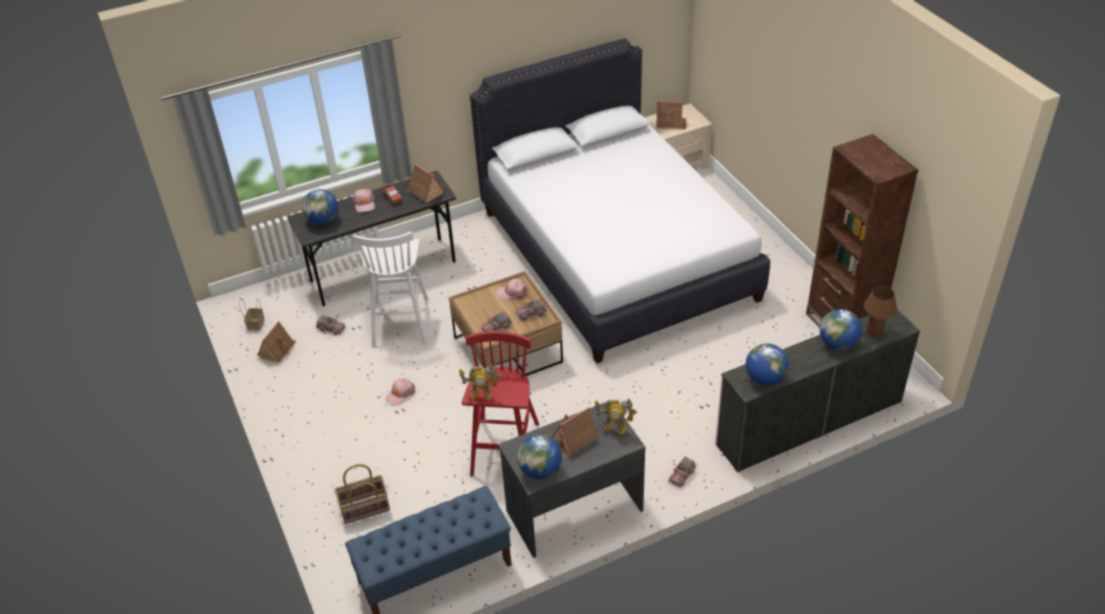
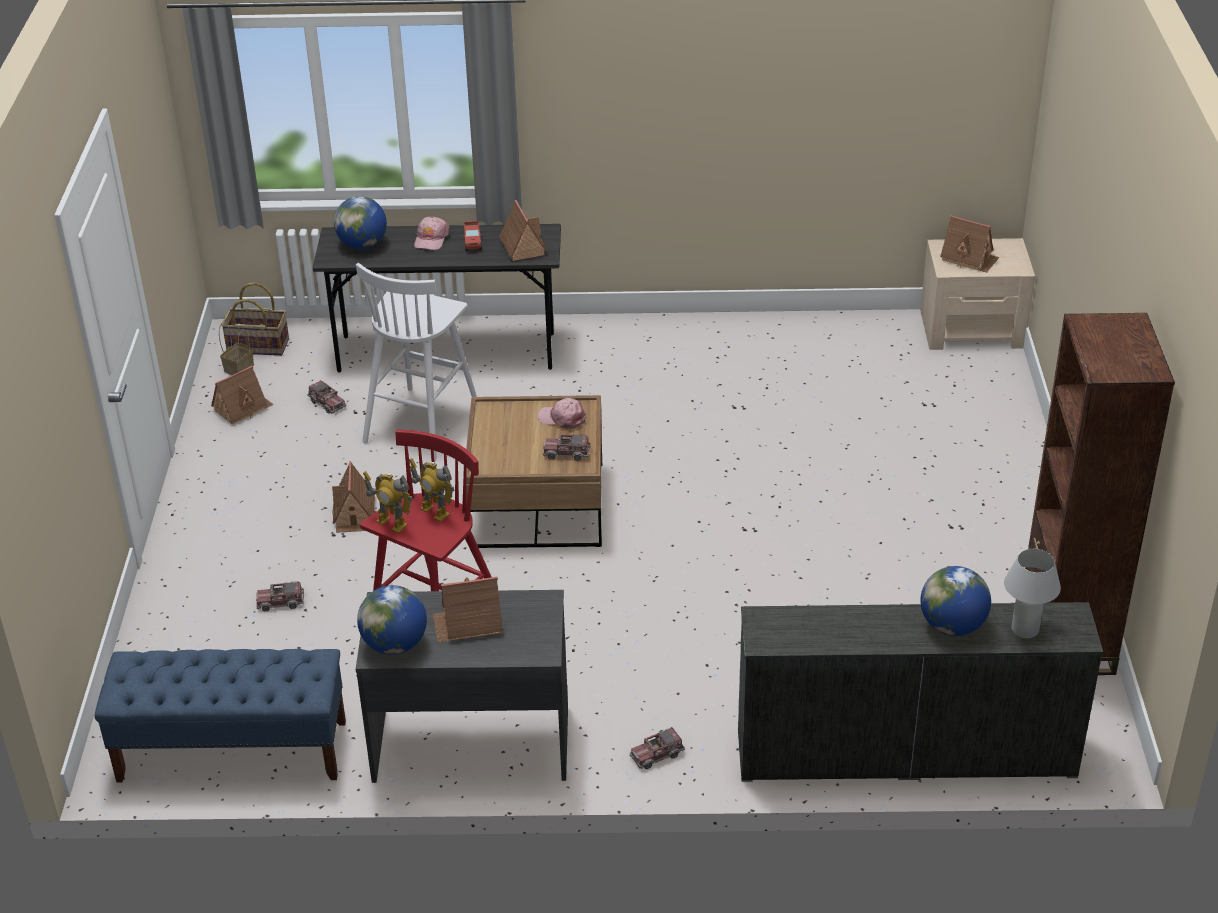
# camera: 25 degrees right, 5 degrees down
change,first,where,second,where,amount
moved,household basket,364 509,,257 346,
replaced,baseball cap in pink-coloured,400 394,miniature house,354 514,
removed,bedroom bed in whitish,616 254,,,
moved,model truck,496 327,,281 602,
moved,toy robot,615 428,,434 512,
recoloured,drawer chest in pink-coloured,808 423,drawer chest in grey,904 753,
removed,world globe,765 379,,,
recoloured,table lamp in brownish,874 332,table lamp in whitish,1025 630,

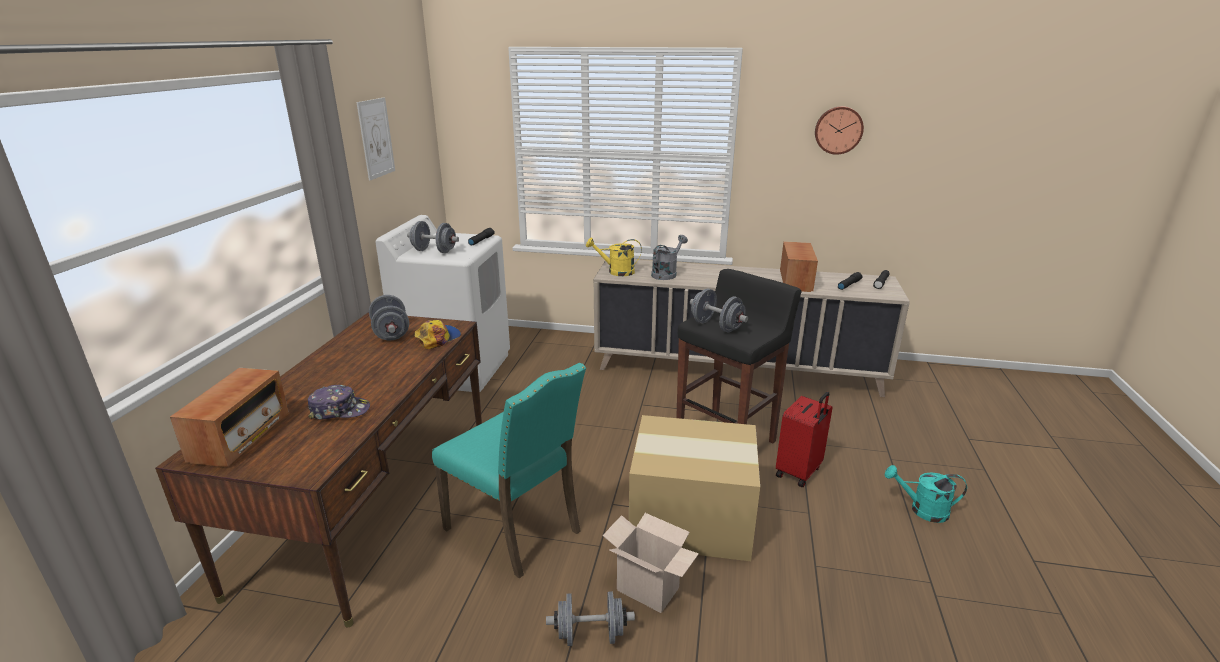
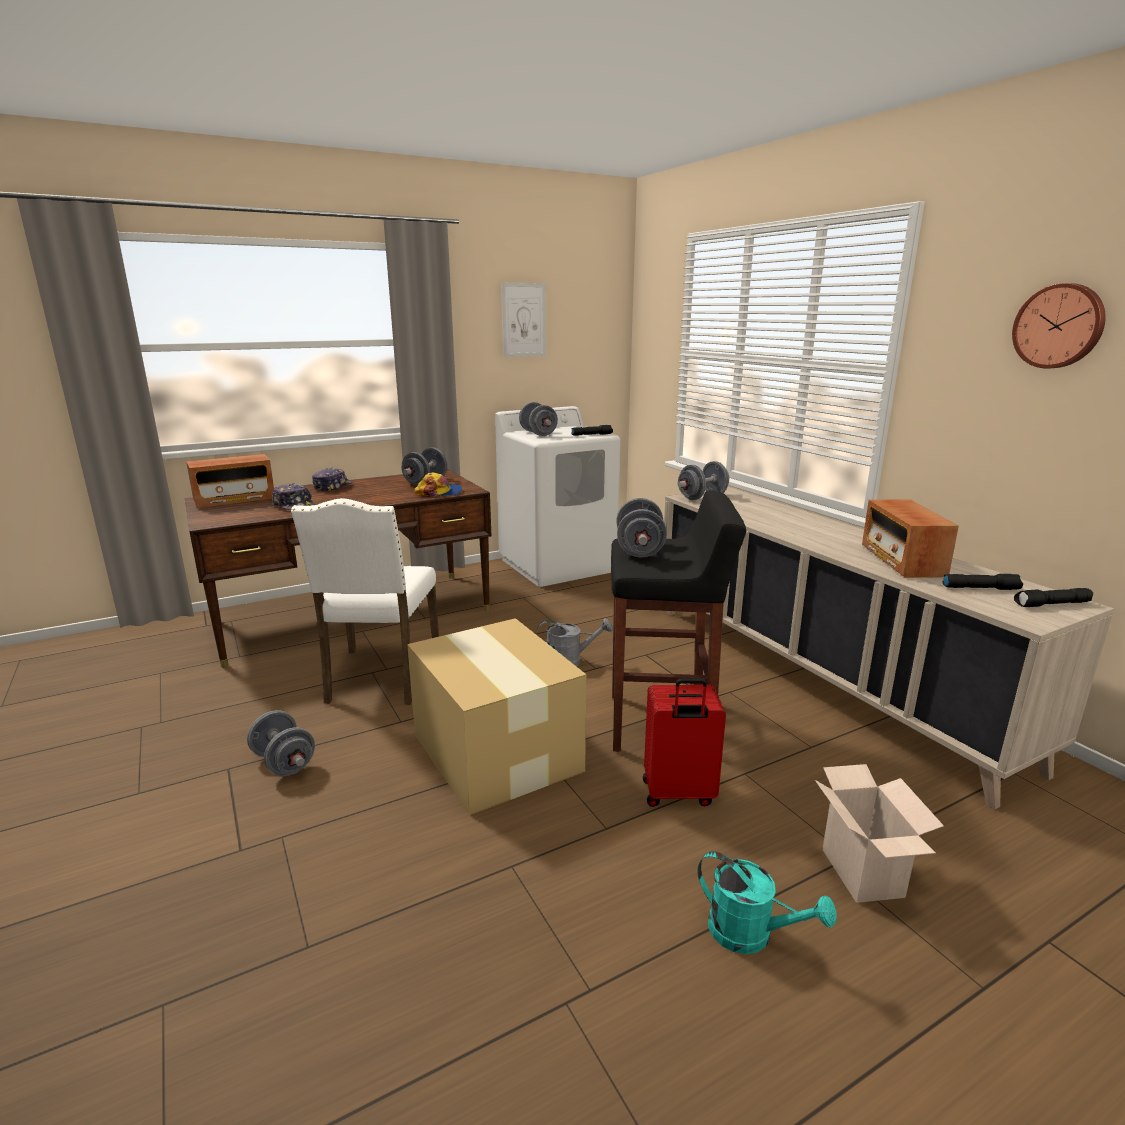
# camera: 50 degrees right, 5 degrees down
change,first,where,second,where,amount
recoloured,plain chair in turquoise-coloured,516 529,plain chair in whitish,381 677,
replaced,watering pot in yellow,616 272,dumbbell in grey,702 497,
moved,cardboard box,650 589,,865 874,
moved,watering pot in grey,666 274,,570 661,
turned,radio receiver,796 281,,901 561,120 degrees clockwise
turned,watering pot in turquoise-coloured,922 510,,751 934,150 degrees clockwise
added,,,baseball cap,332 487,

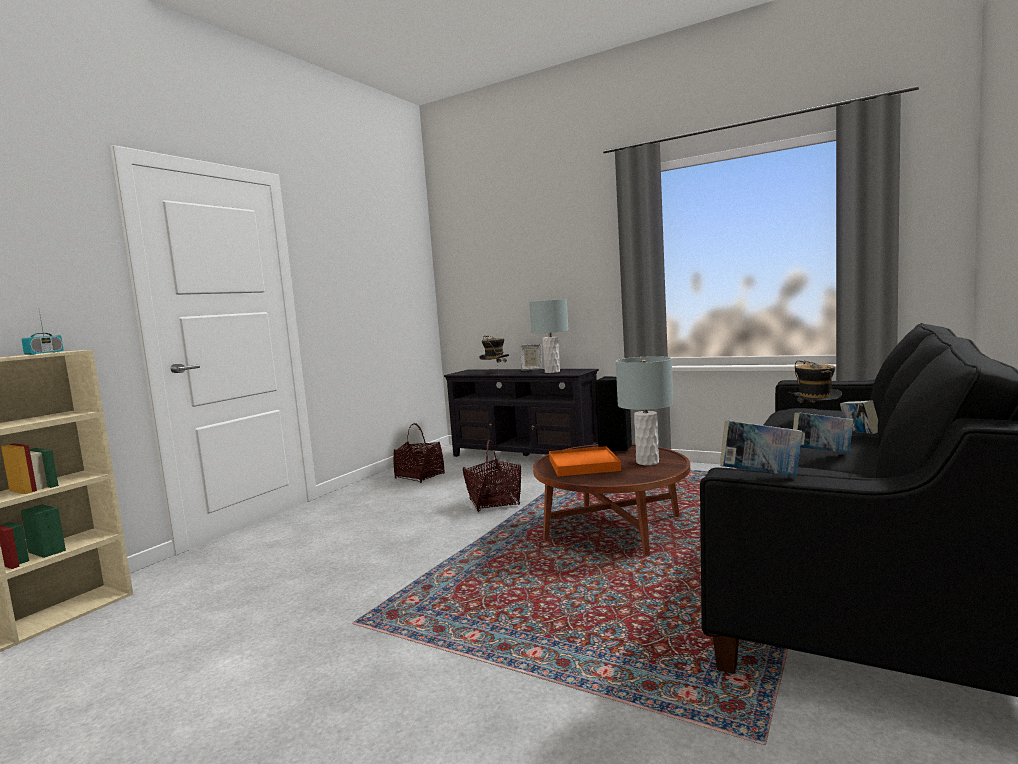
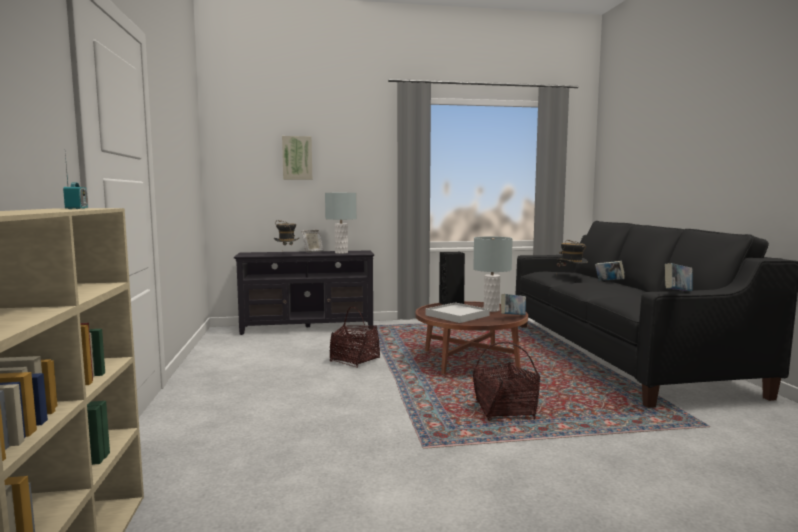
# camera: 40 degrees left, 0 degrees up
change,first,where,second,where,amount
moved,household basket,420 476,,505 411,
recoloured,tray in orange,583 465,tray in whitish,457 315,
moved,book,822 454,,513 316,
added,,,picture,297 158,

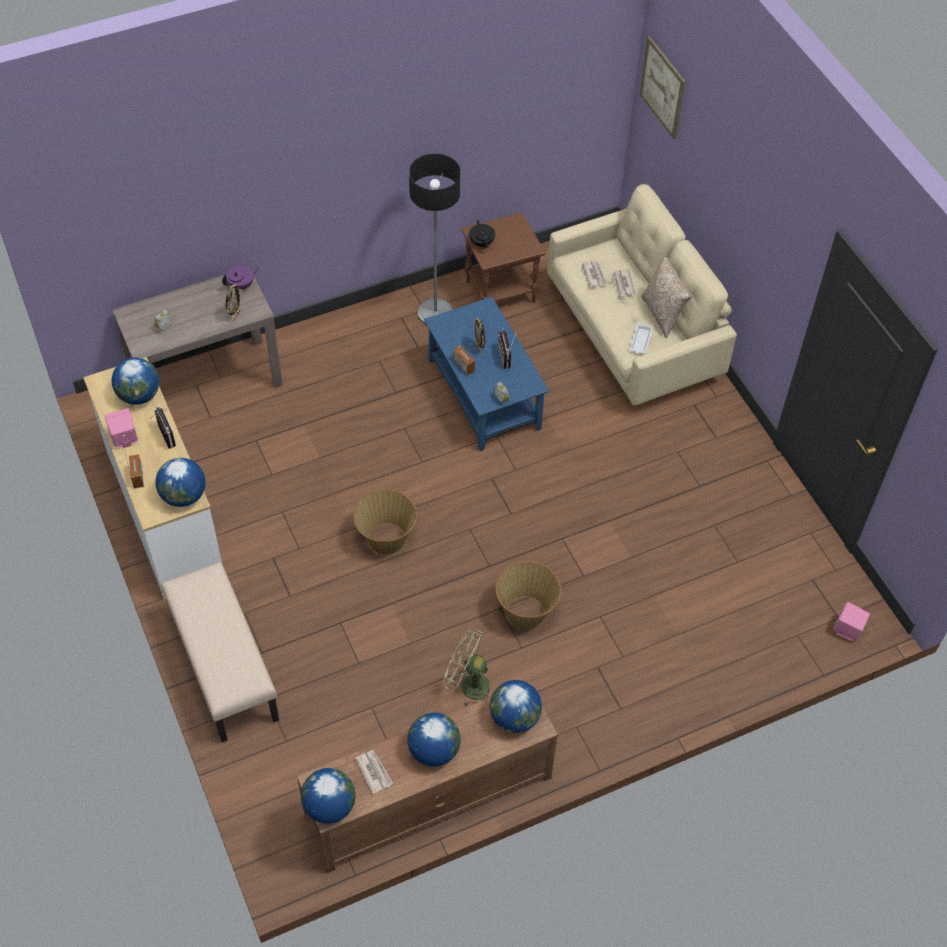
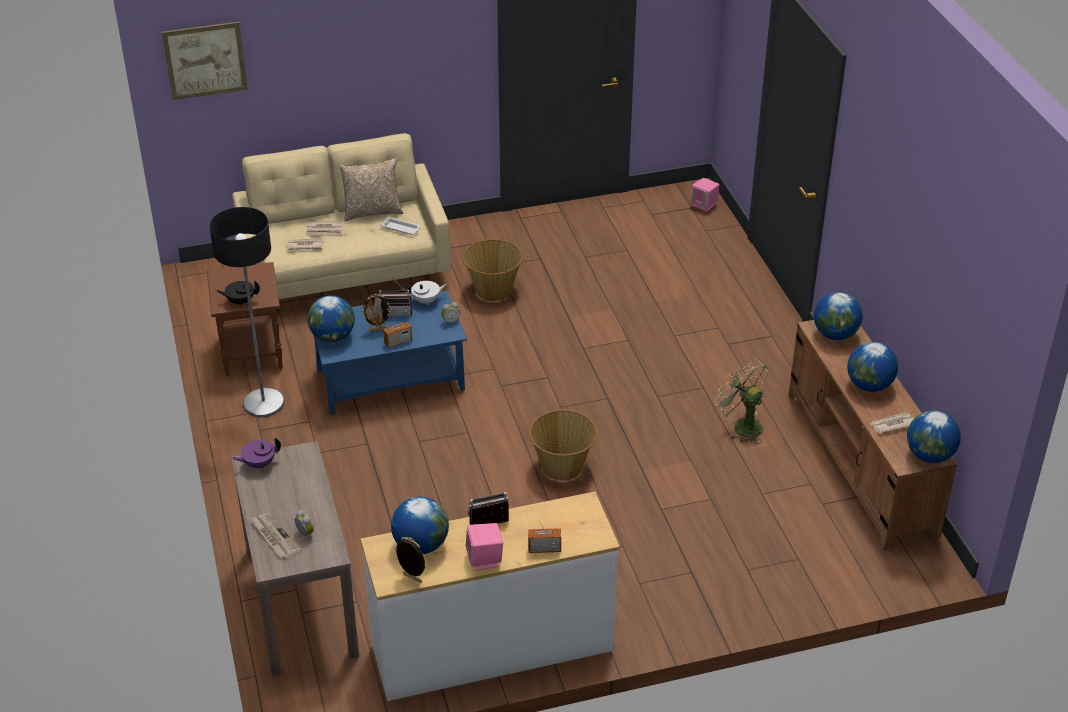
# camera: 80 degrees left, 15 degrees down
change,first,where,second,where,amount
moved,world globe,183 496,,333 337,
removed,bench in beige,223 667,,,
turned,tea pot in purple-coloured,242 285,,259 464,90 degrees counterclockwise
moved,photo frame,235 316,,412 579,
turned,cooling fan in green-coloured,468 685,,742 425,105 degrees clockwise
moved,household basket,526 612,,493 290,
added,,,newspaper,274 537,
added,,,tea pot in whitish,426 301,

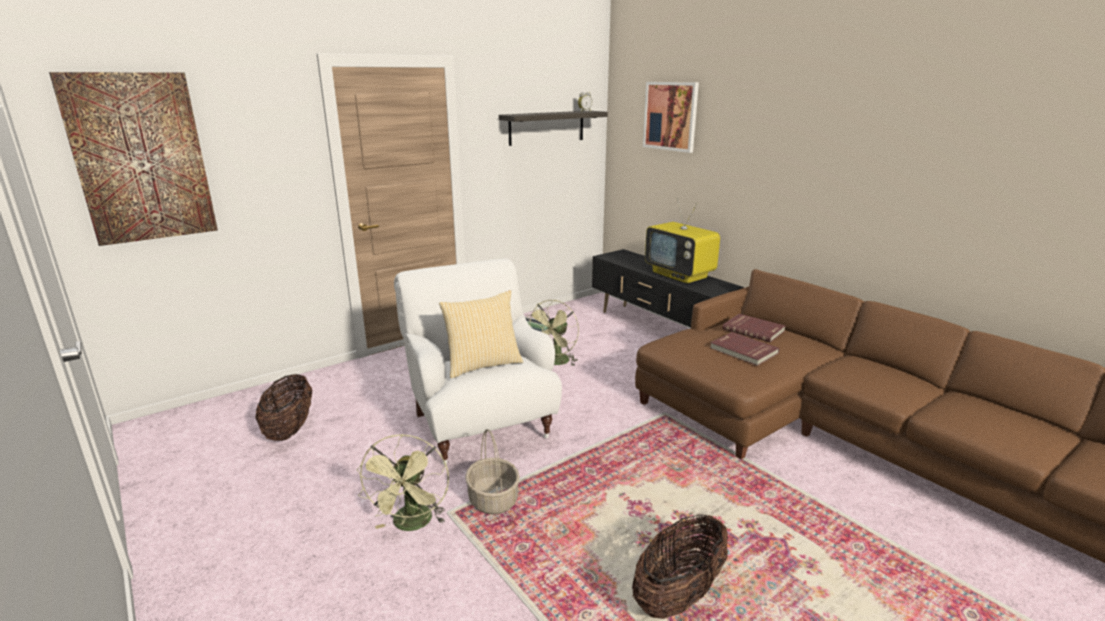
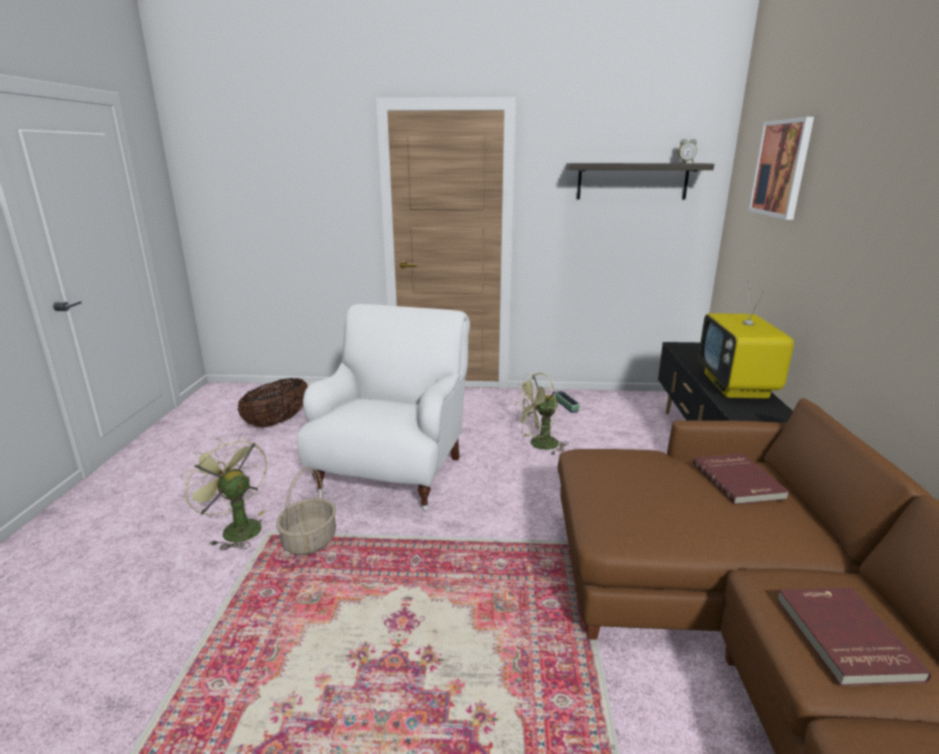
# camera: 40 degrees right, 0 degrees up
change,first,where,second,where,amount
removed,picture,141 158,,,
turned,cooling fan in green-coloured,412 525,,236 528,90 degrees clockwise
removed,pillow,482 365,,,
removed,household basket,678 594,,,
moved,book in red,743 351,,843 637,

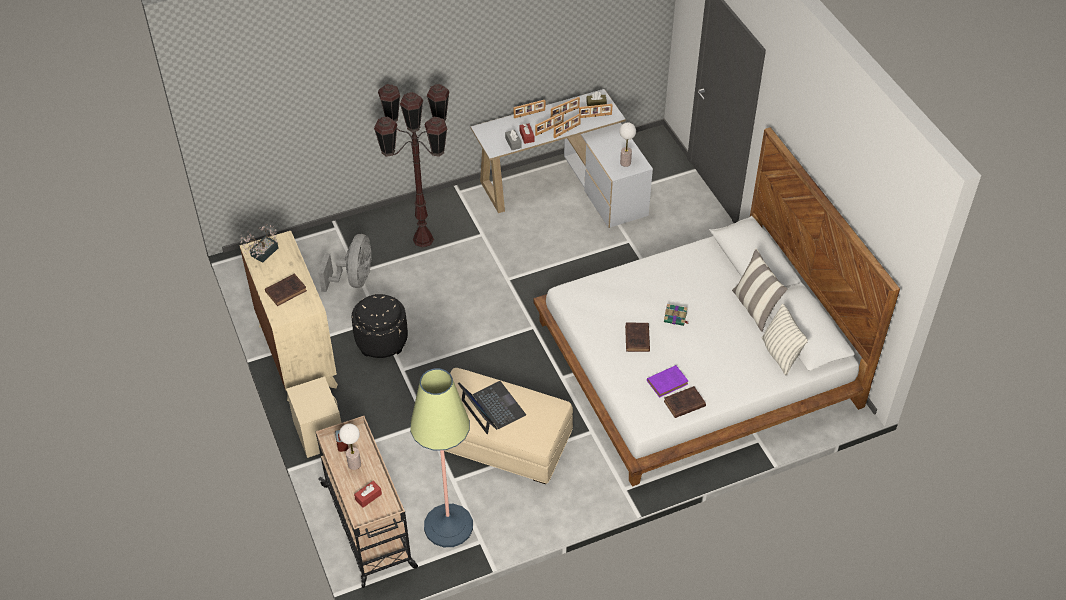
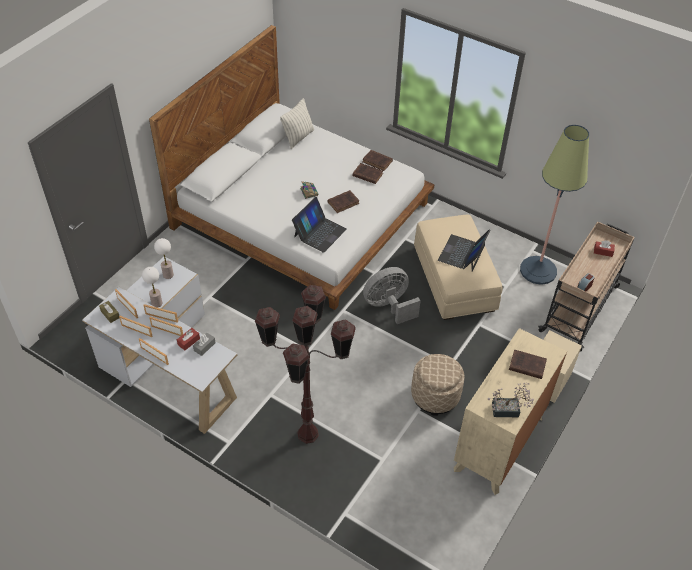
# camera: 125 degrees left, 0 degrees up
change,first,where,second,where,amount
moved,cooling fan in grey,354 279,,389 306,
moved,table lamp,354 464,,156 303,
recoloured,footrest in black,381 340,footrest in beige,435 395,
recoloured,book in purple-coloured,668 382,book in brownish,367 175,
removed,pillow,755 308,,,
added,,,portable computer,319 232,

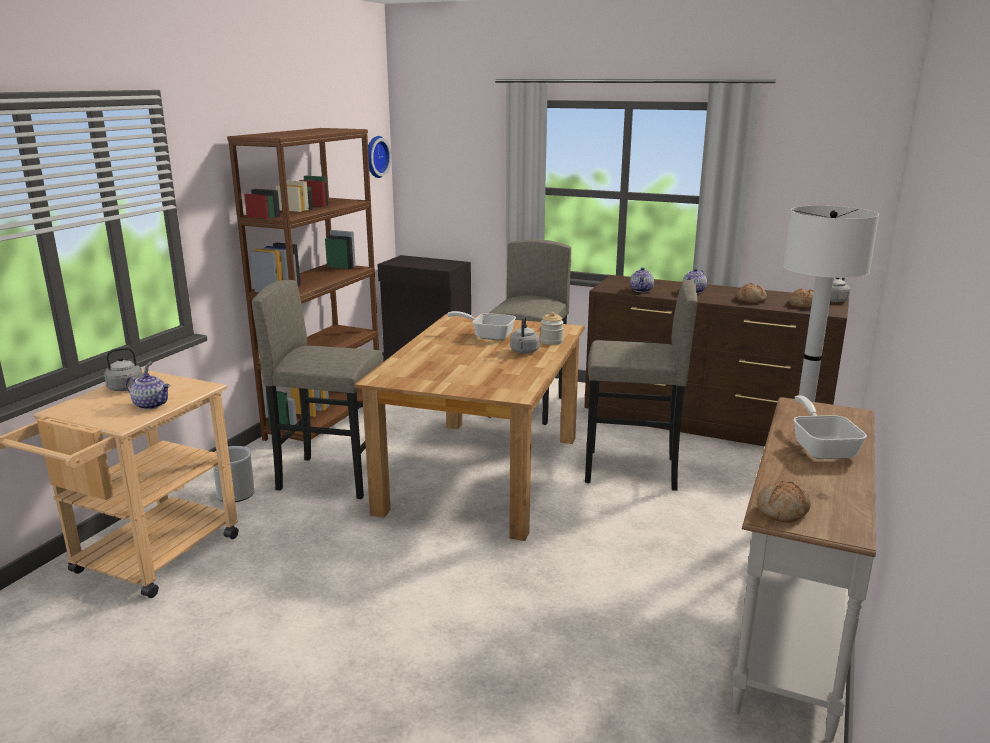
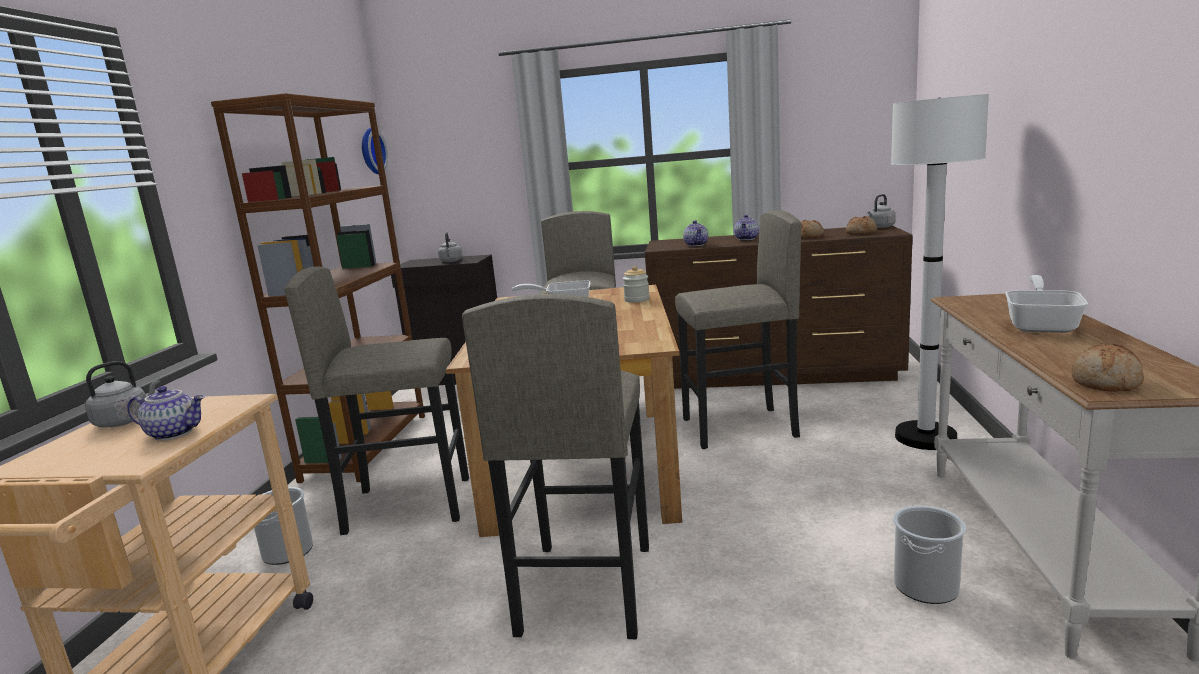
# camera: 15 degrees left, 5 degrees down
change,first,where,second,where,amount
moved,water kettle in grey,524 352,,451 261,
turned,skillet,822 447,,1042 324,45 degrees clockwise
added,,,stool seat in grey,584 589,
added,,,bucket,925 586,

